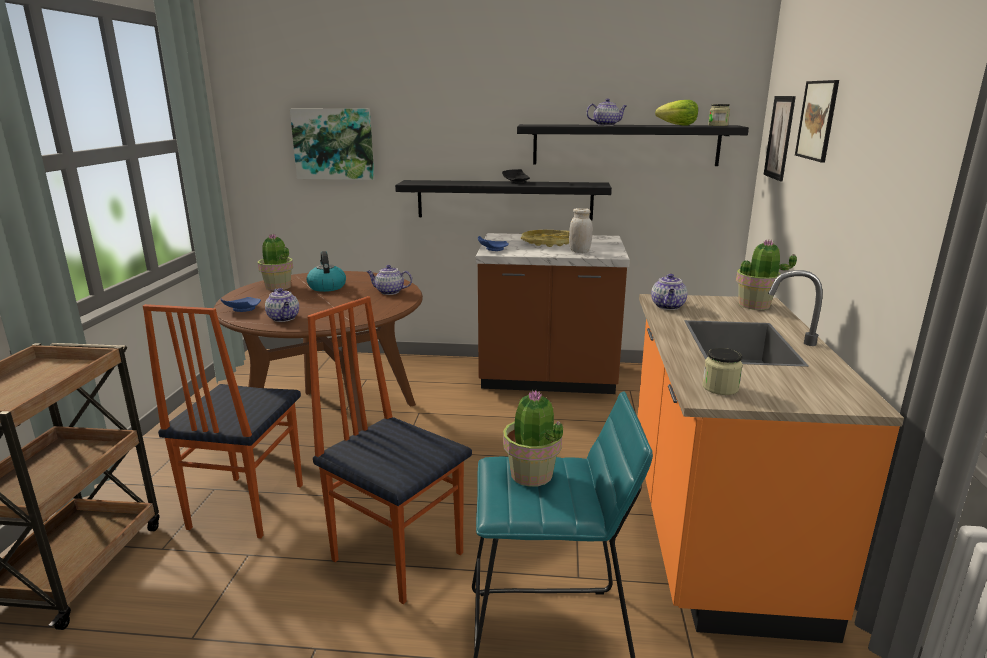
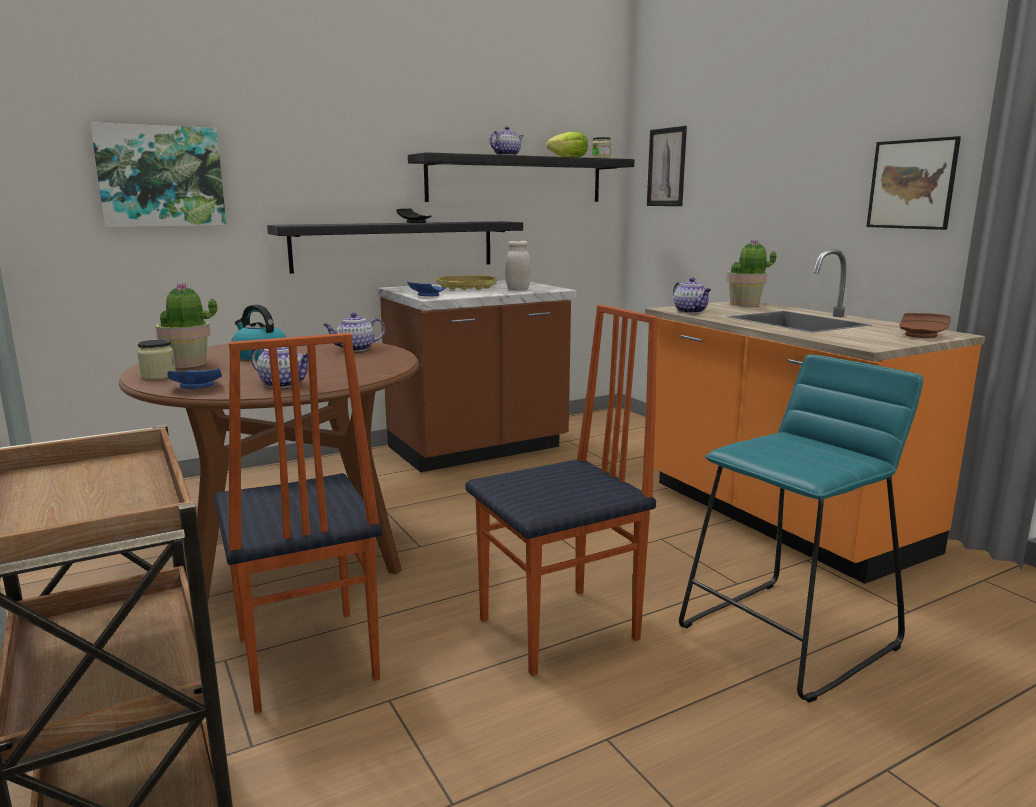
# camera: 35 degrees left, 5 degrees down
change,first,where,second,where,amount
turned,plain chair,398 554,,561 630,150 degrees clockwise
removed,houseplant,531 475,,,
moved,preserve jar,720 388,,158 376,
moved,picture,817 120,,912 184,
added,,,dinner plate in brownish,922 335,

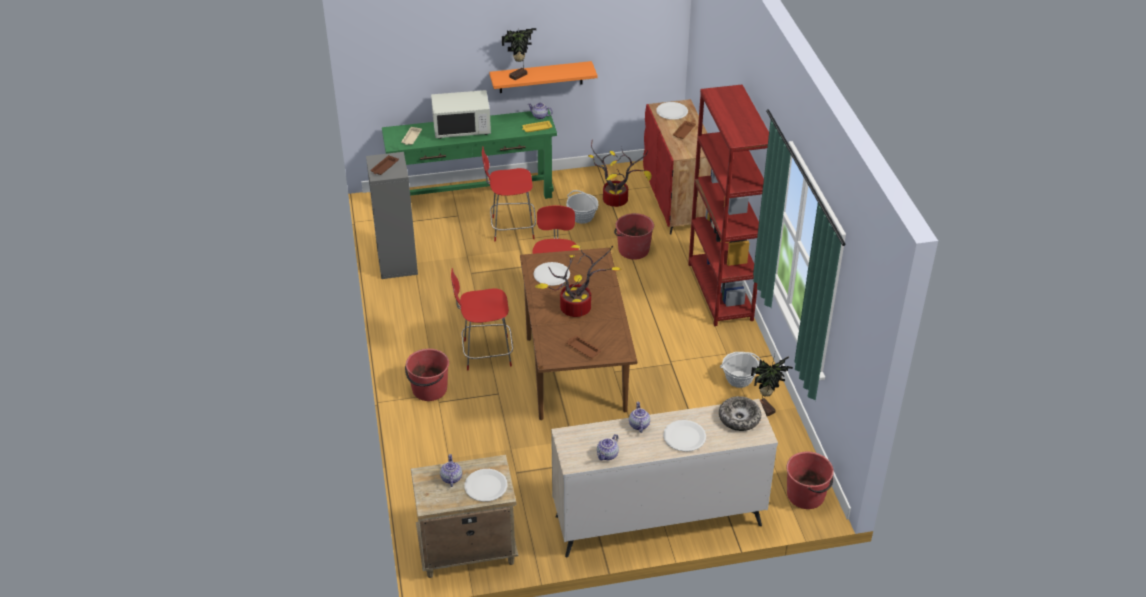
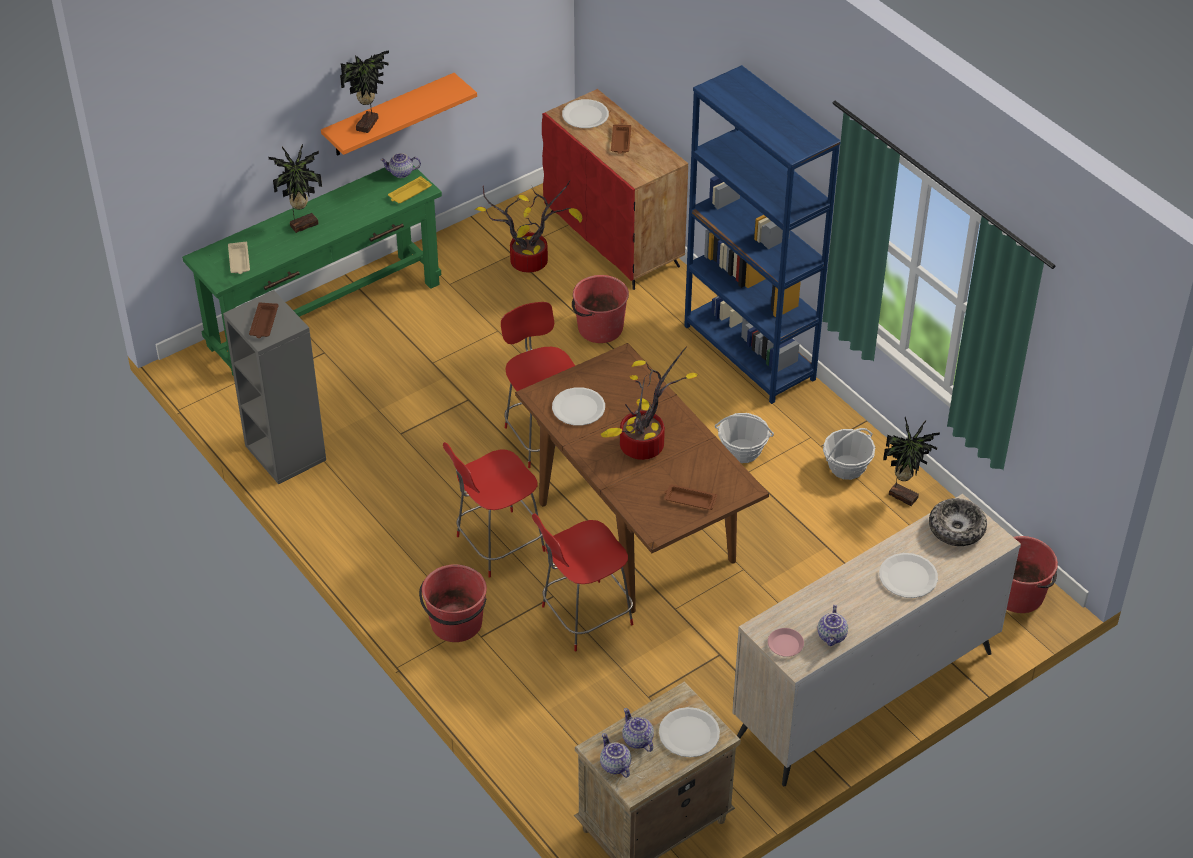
# camera: 25 degrees left, 5 degrees up
change,first,where,second,where,amount
replaced,microwave oven in whitish,462 128,houseplant,302 224,
moved,plain chair in red,511 228,,584 616,
moved,household basket,582 217,,742 451,
moved,tea pot,638 425,,614 765,
recoloured,bookshelf in red,720 292,bookshelf in bluish,749 353,
added,,,dinner plate in pink-coloured,785 645,

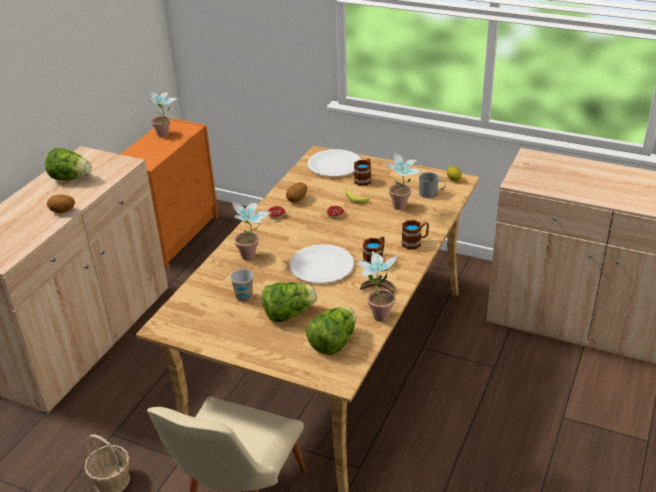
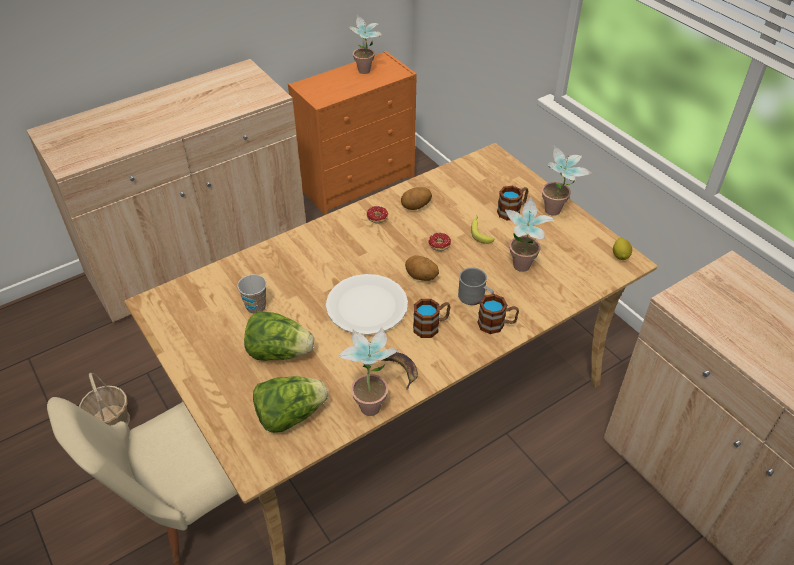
# camera: 30 degrees right, 10 degrees up
change,first,where,second,where,amount
removed,head of lettuce,71 178,,,
moved,whole potato,62 211,,421 277,
moved,houseplant,252 258,,556 214,
removed,dinner plate in whitish,334 165,,,
moved,tea mug in grey,431 193,,475 298,

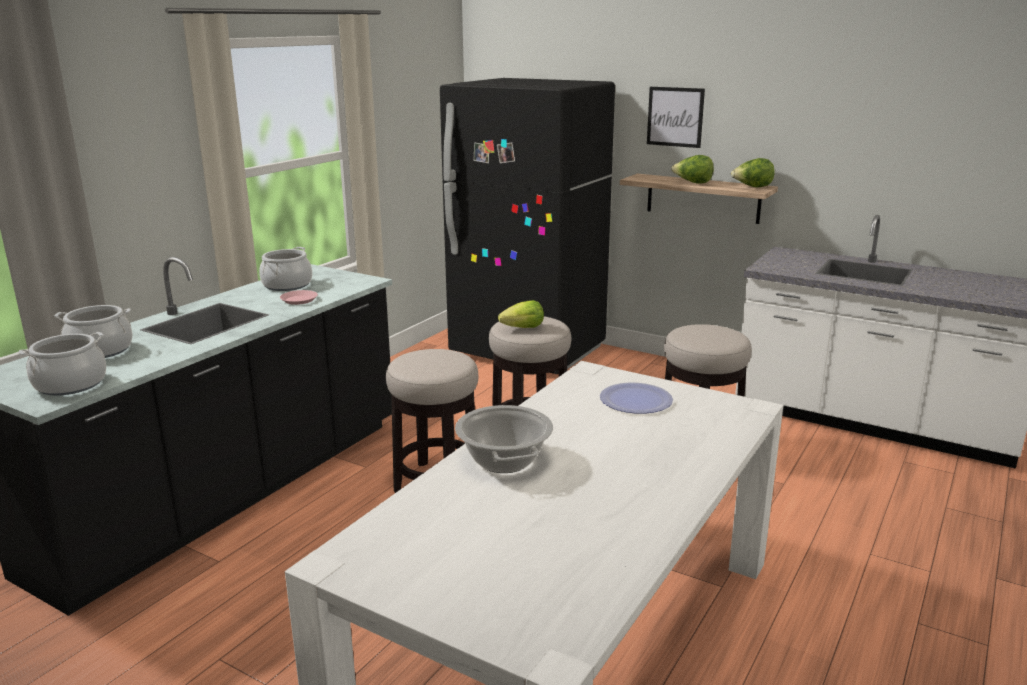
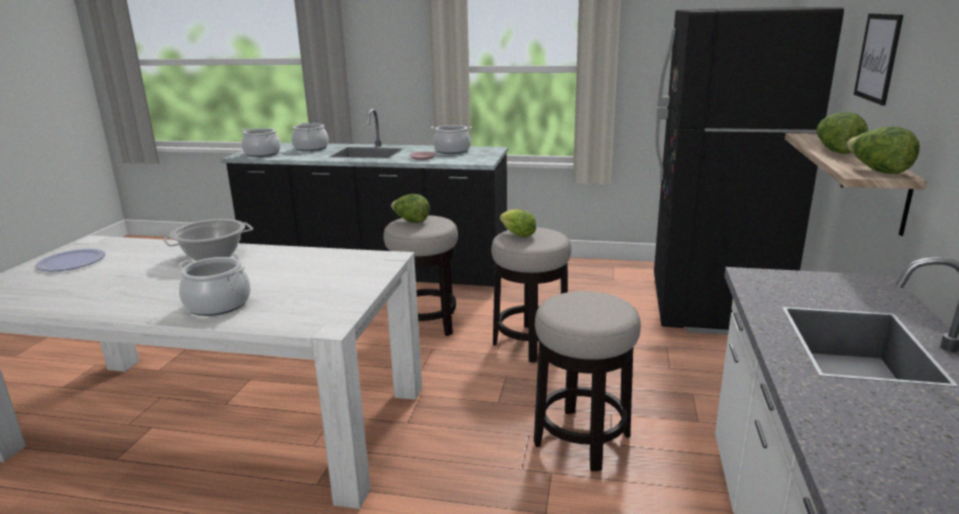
# camera: 70 degrees right, 0 degrees up
change,first,where,second,where,amount
moved,dinner plate,636 400,,71 262,
added,,,cooking pot,218 305,
added,,,head of lettuce,411 221,

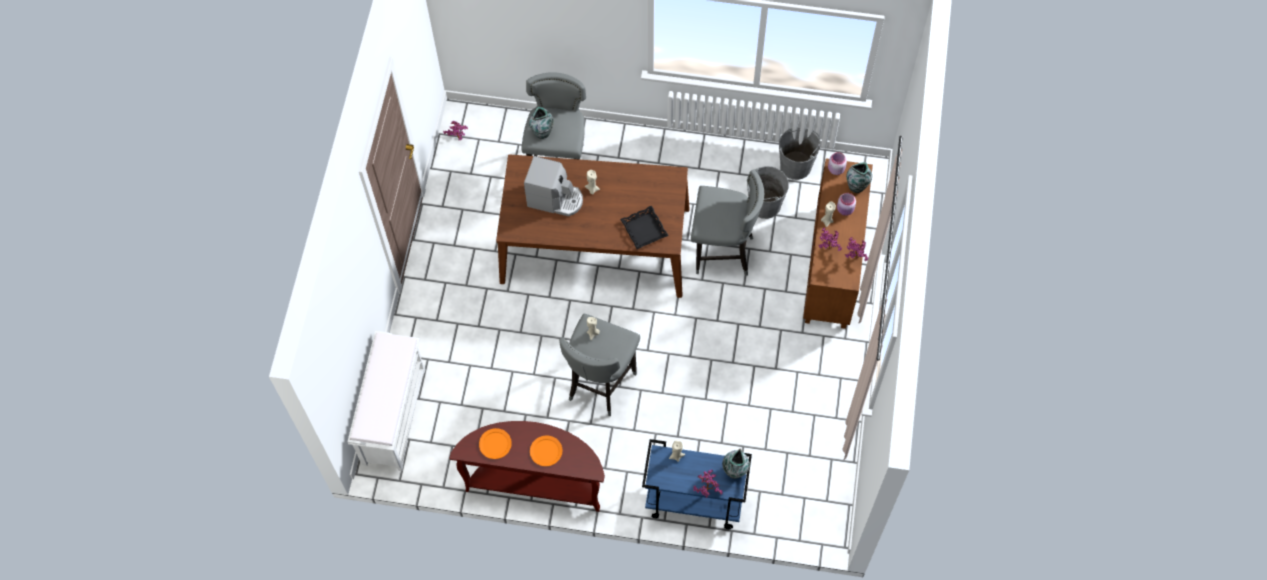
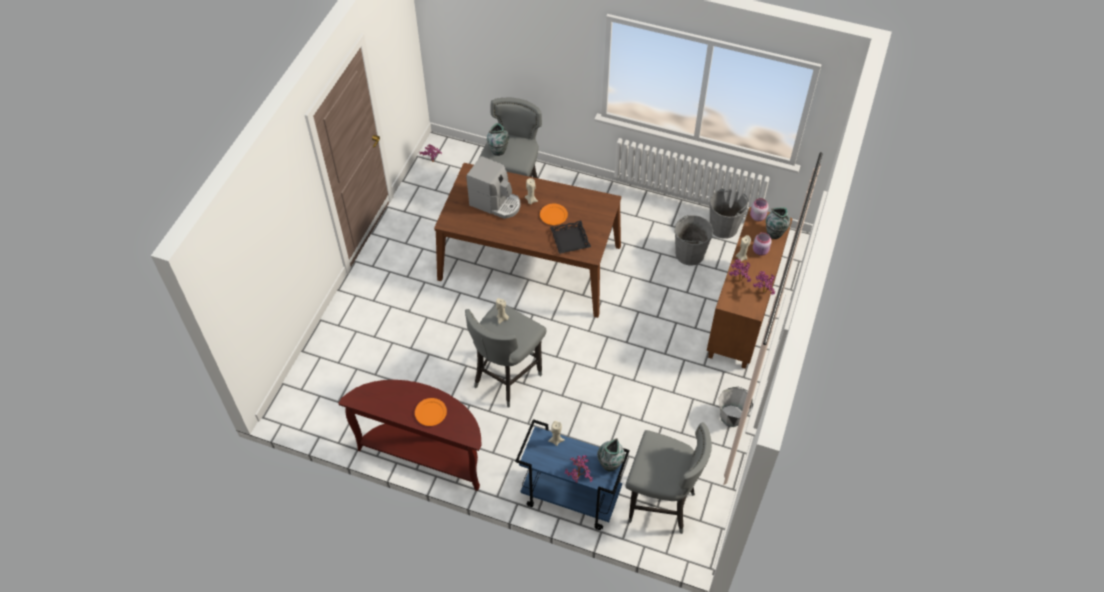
# camera: 10 degrees right, 10 degrees down
change,first,where,second,where,amount
removed,bench in whitish,393 415,,,
moved,dinner plate in orange,495 444,,553 215,
moved,stool seat in grey,722 253,,660 504,
added,,,bucket in grey,732 416,

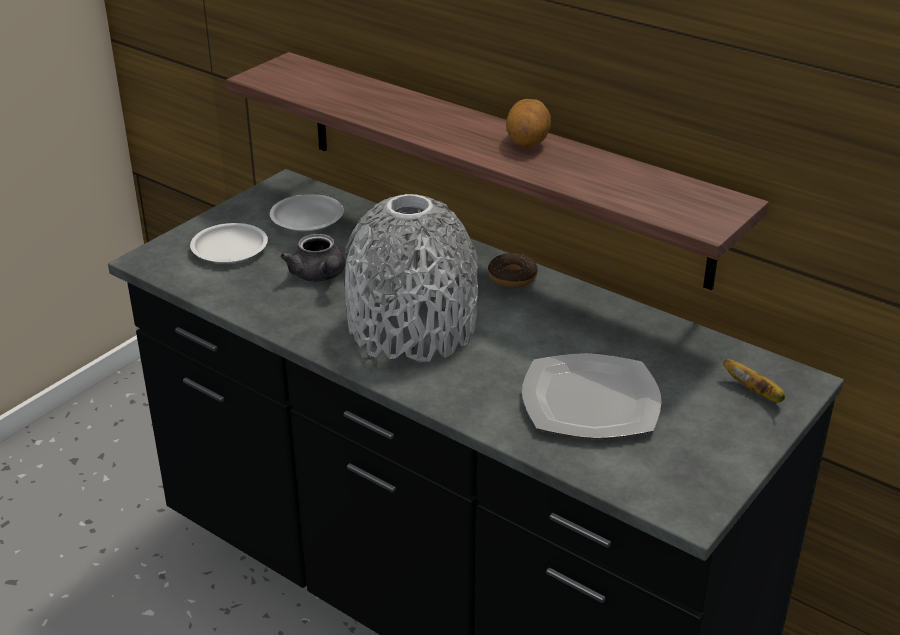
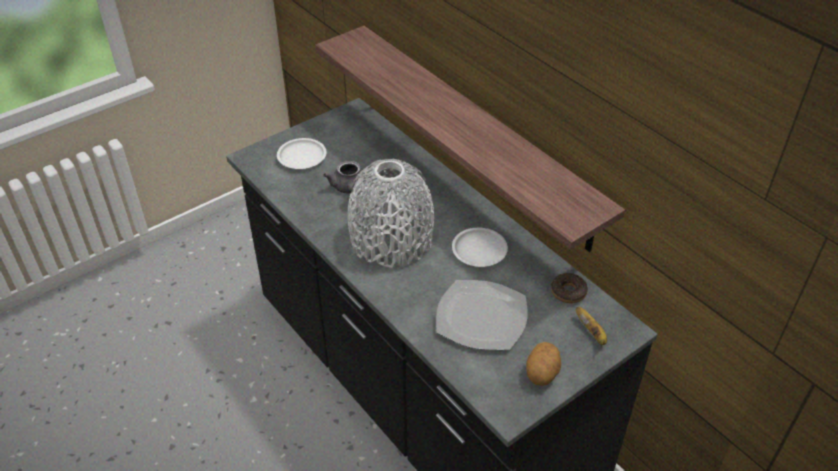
# camera: 15 degrees right, 10 degrees up
change,first,where,second,where,amount
moved,dinner plate in whitish,306 218,,479 250,
moved,donut,512 277,,568 292,
moved,whole potato,528 142,,542 374,

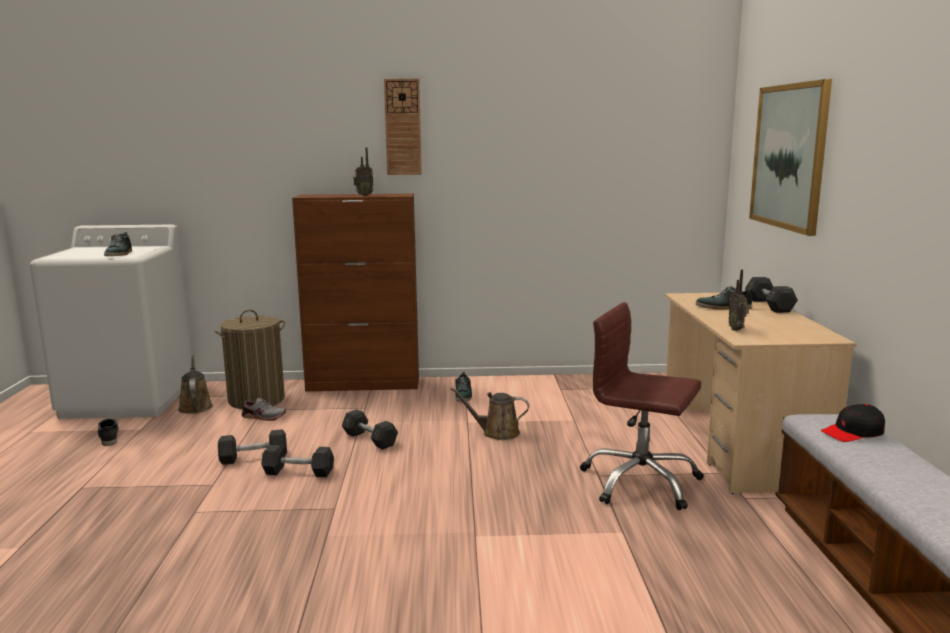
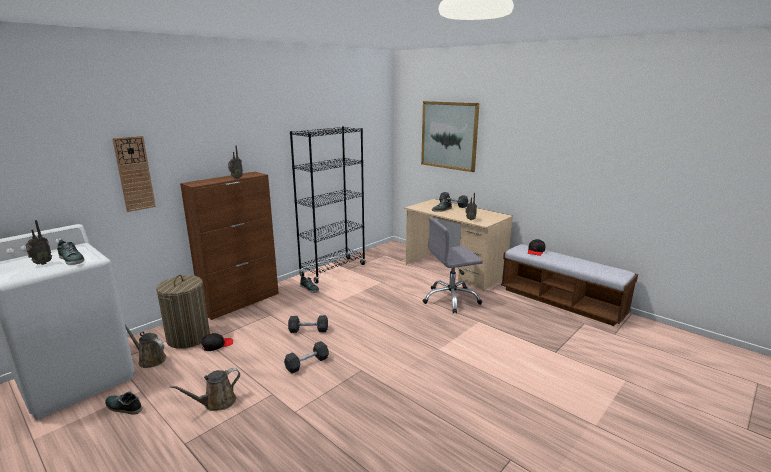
# camera: 45 degrees left, 5 degrees up
change,first,where,second,where,amount
removed,dumbbell in grey,253 458,,,
replaced,shoe in grey,263 417,baseball cap in black,217 345,
moved,wall clock,403 127,,134 173,
moved,watering pot in brownish,497 433,,217 403,
recoloured,office chair in brownish,640 482,office chair in grey,451 299,
added,,,radio receiver,41 263,
added,,,bookshelf in black,333 270,

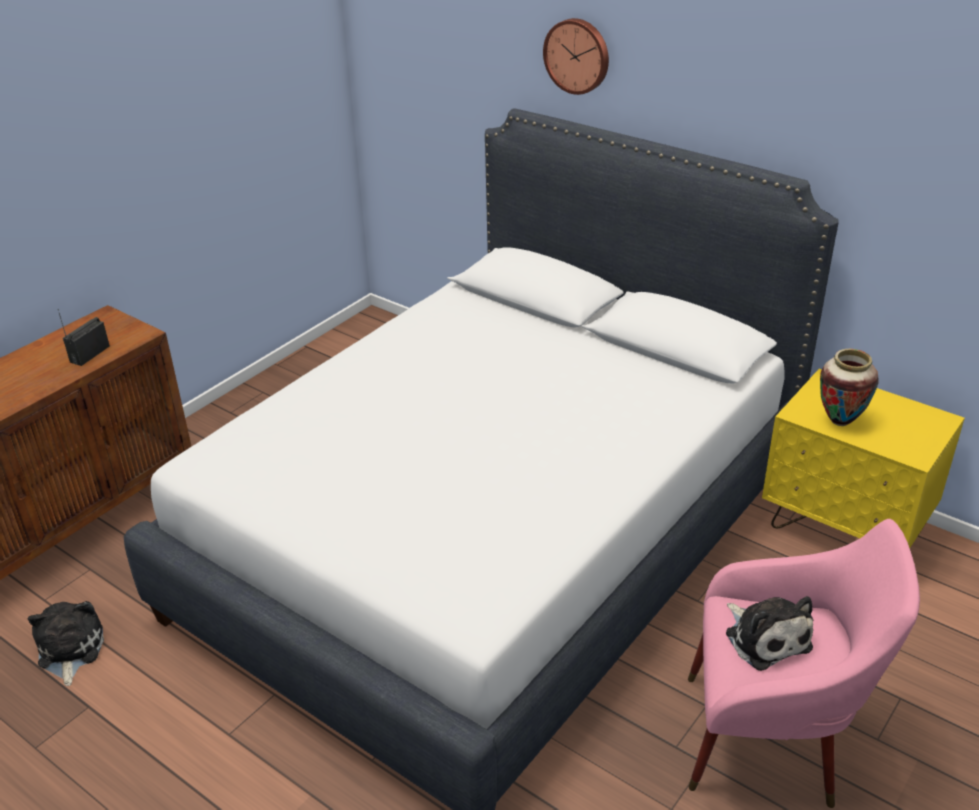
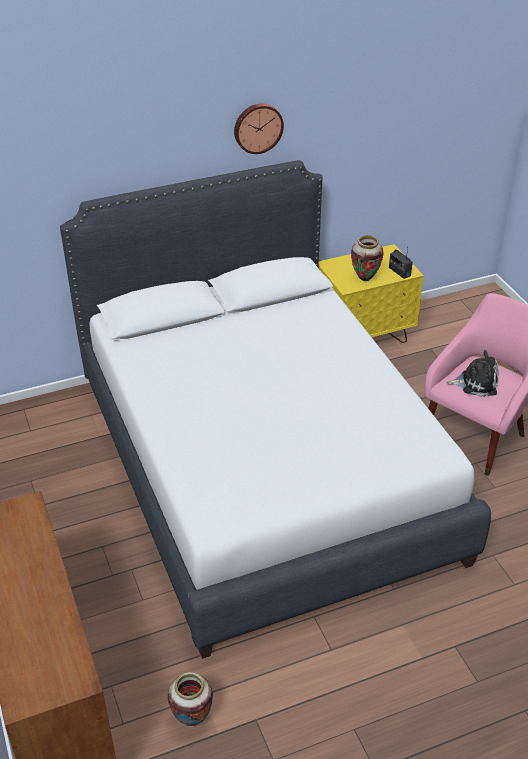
# camera: 60 degrees left, 5 degrees up
change,first,where,second,where,amount
replaced,cuddly toy,69 650,flower vase,192 719,
moved,radio receiver,89 354,,399 272,
moved,wall clock,577 55,,257 127,

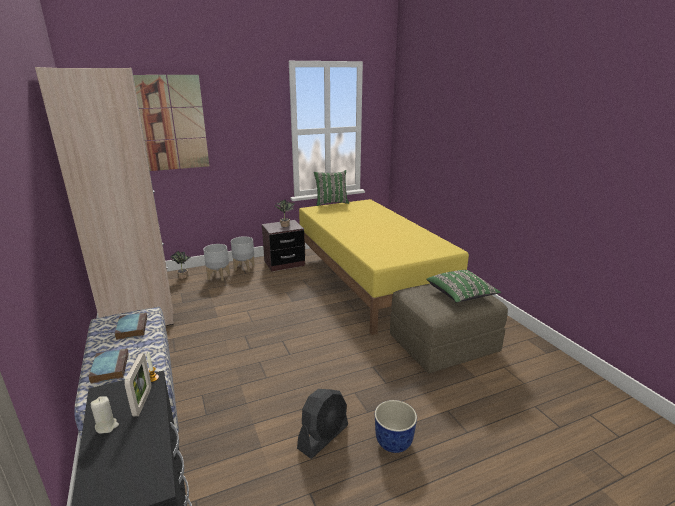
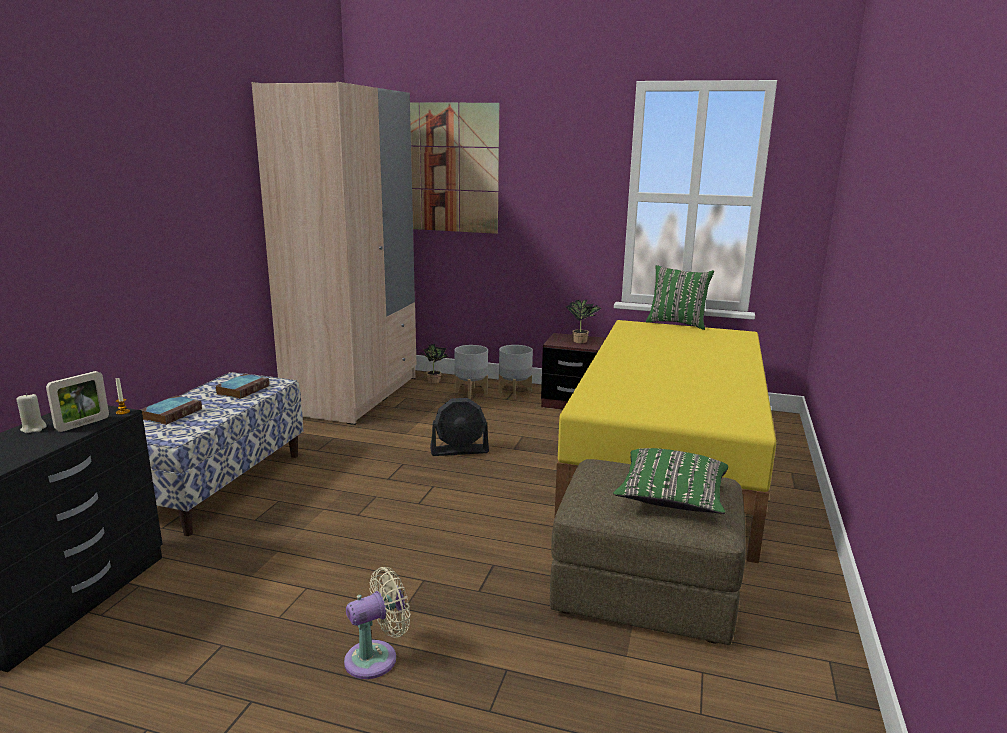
# camera: 40 degrees right, 5 degrees down
change,first,where,second,where,amount
moved,cooling fan in black,323 437,,459 450,
replaced,flower pot,393 443,cooling fan in beige,376 658,

